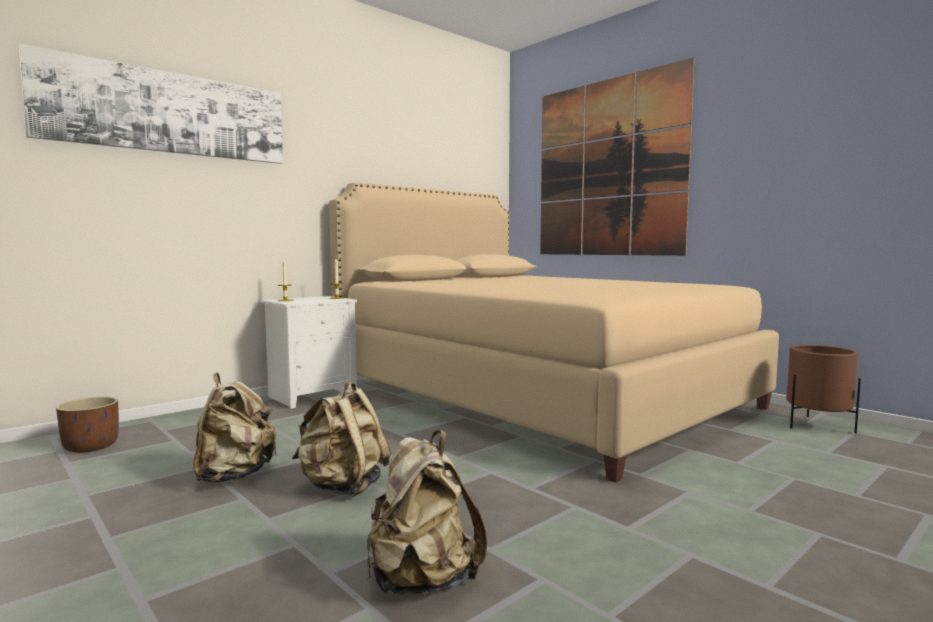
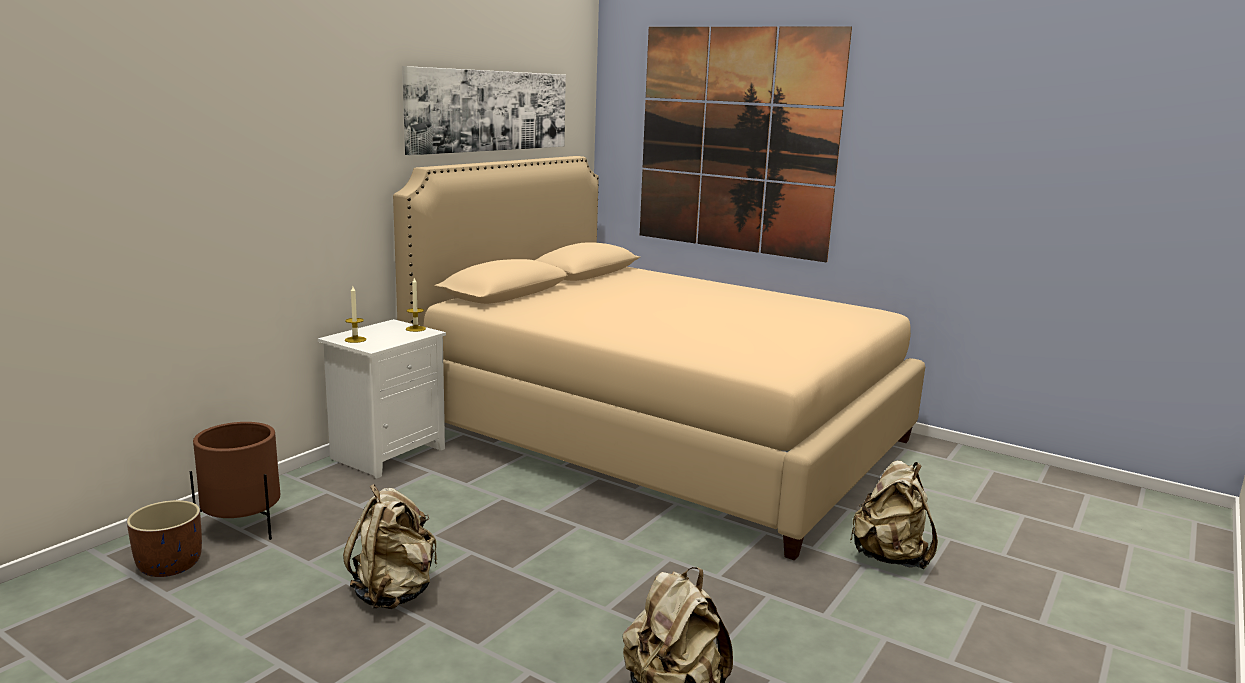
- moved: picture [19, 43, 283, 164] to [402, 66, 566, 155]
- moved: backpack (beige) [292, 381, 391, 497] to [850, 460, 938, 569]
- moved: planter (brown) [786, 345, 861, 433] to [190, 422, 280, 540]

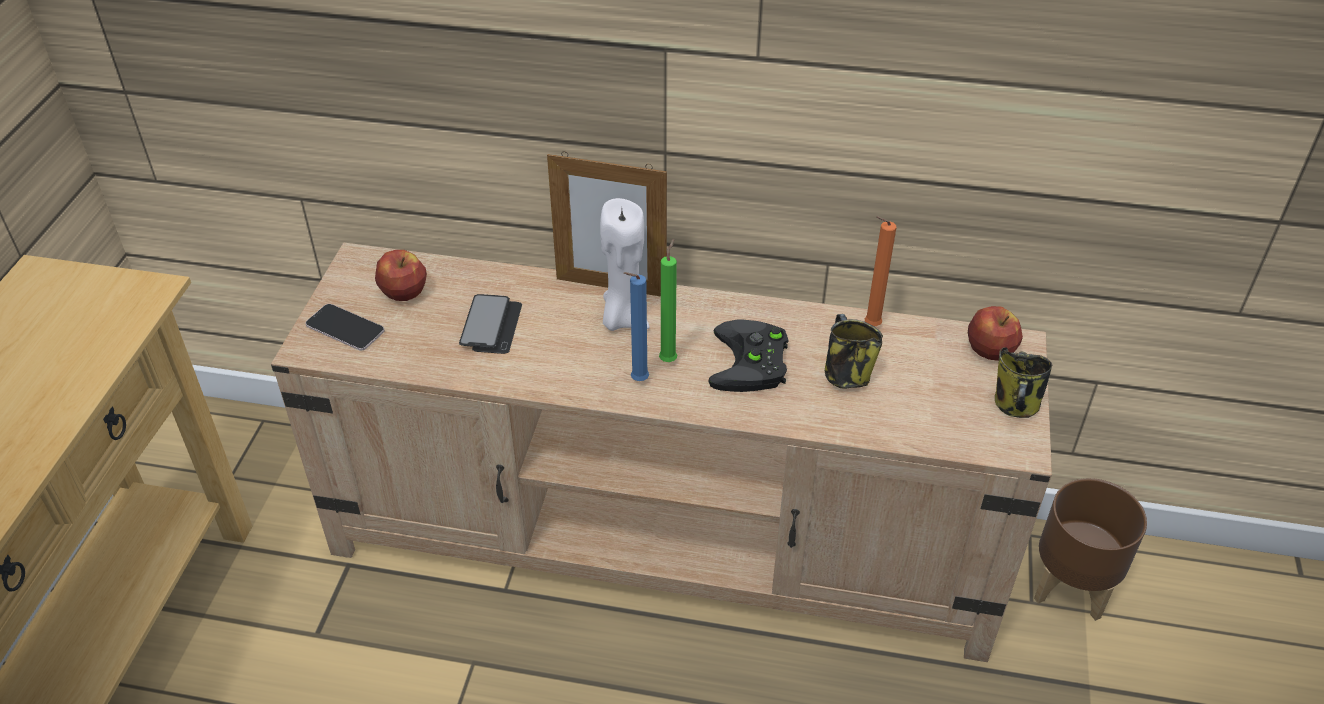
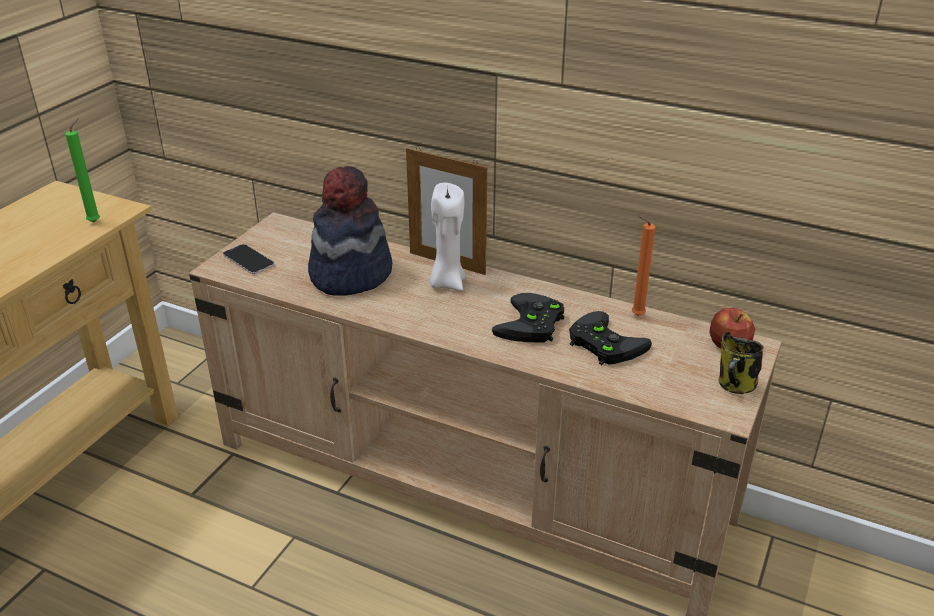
- removed: apple [375, 250, 427, 301]
- removed: candle (blue) [623, 272, 649, 381]
- removed: planter (brown) [1034, 478, 1147, 621]
- moved: candle (green) [659, 239, 677, 362] to [65, 118, 100, 223]
- replaced: phone [459, 294, 522, 354] to hat [308, 166, 392, 296]
- replaced: mug [825, 314, 883, 389] to game controller (black) [569, 311, 652, 365]

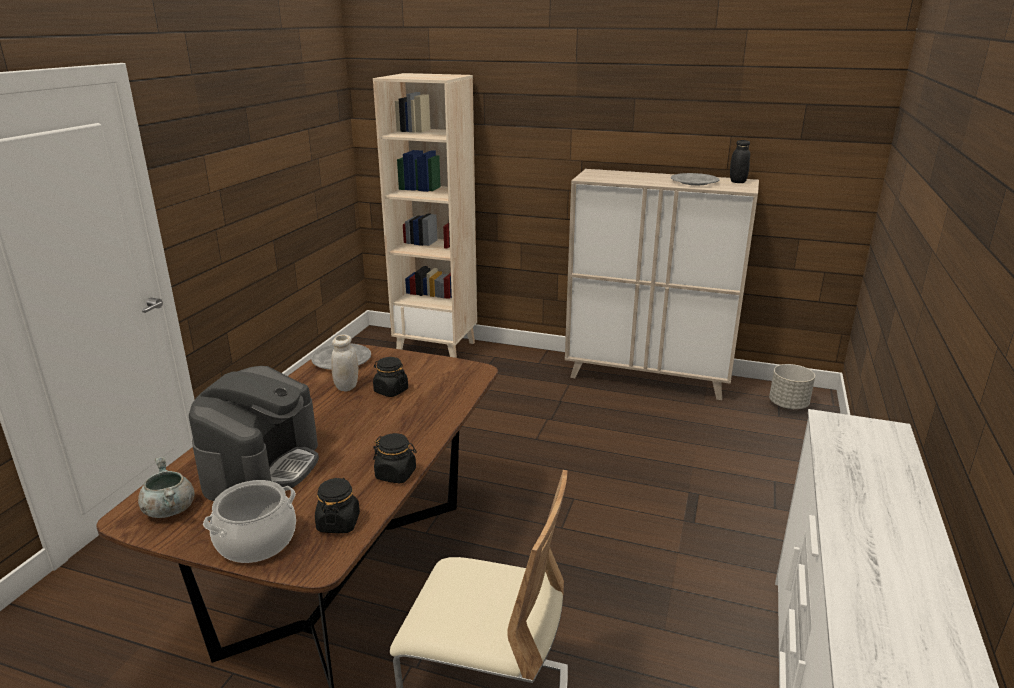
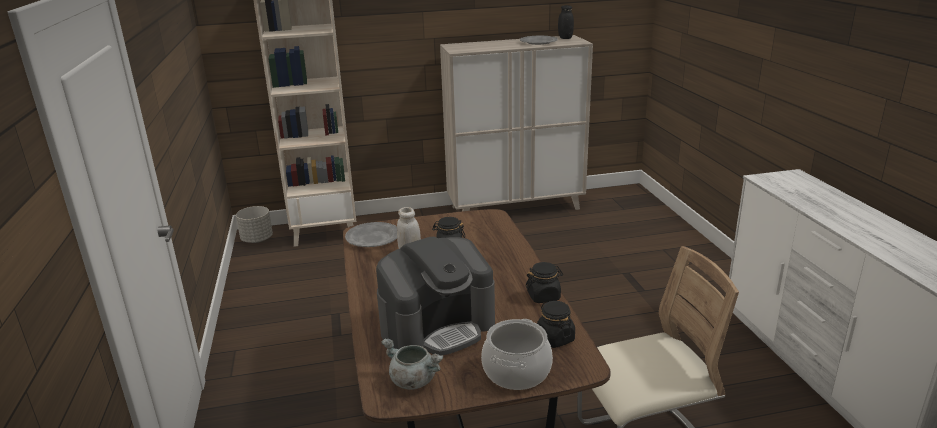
- moved: planter (grey) [769, 364, 815, 409] to [236, 206, 273, 243]
- turned: coffee machine [189, 366, 319, 501] = [376, 237, 495, 356] 75 degrees clockwise

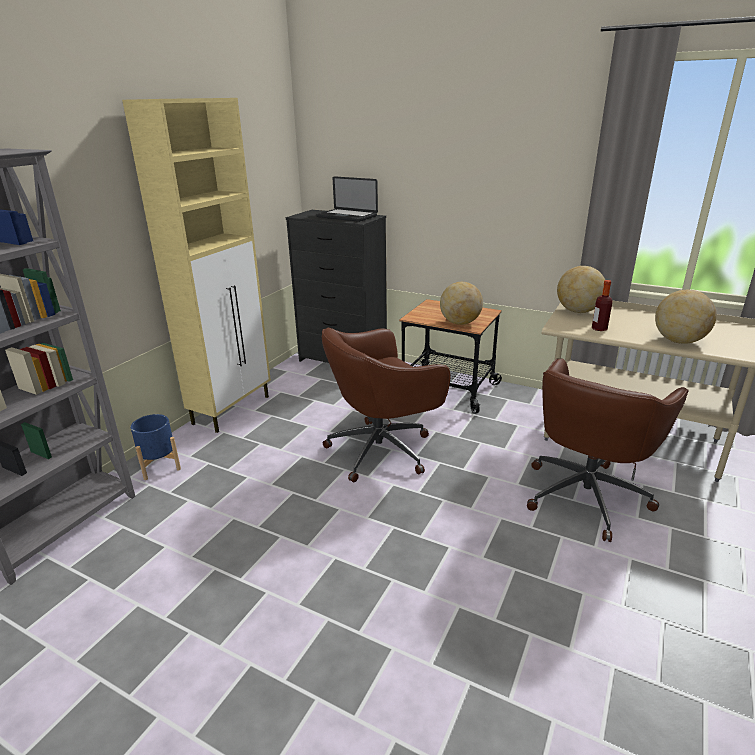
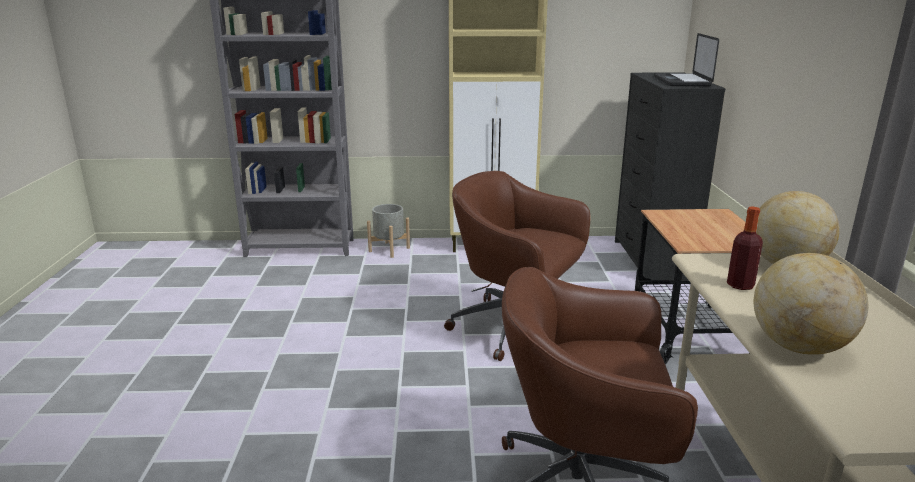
- removed: globe [440, 282, 483, 325]
- recoloured: planter (blue) [131, 414, 181, 480] to planter (grey) [367, 204, 410, 258]

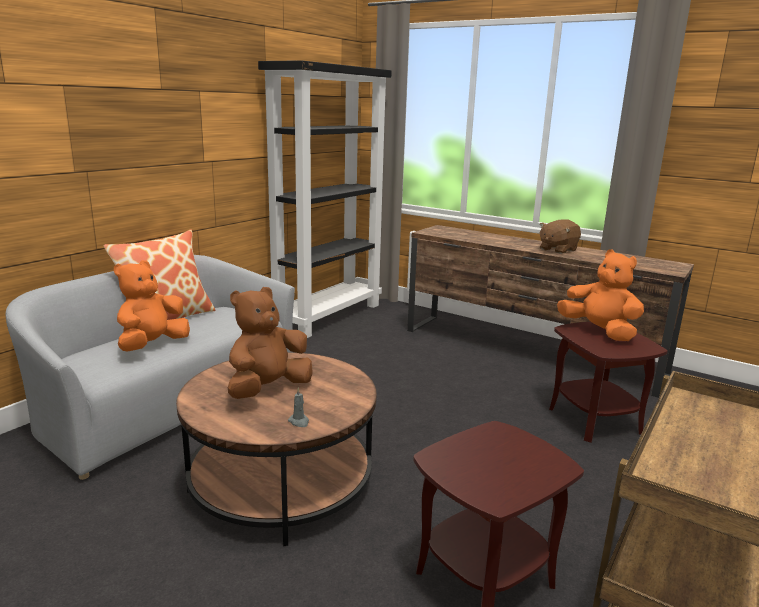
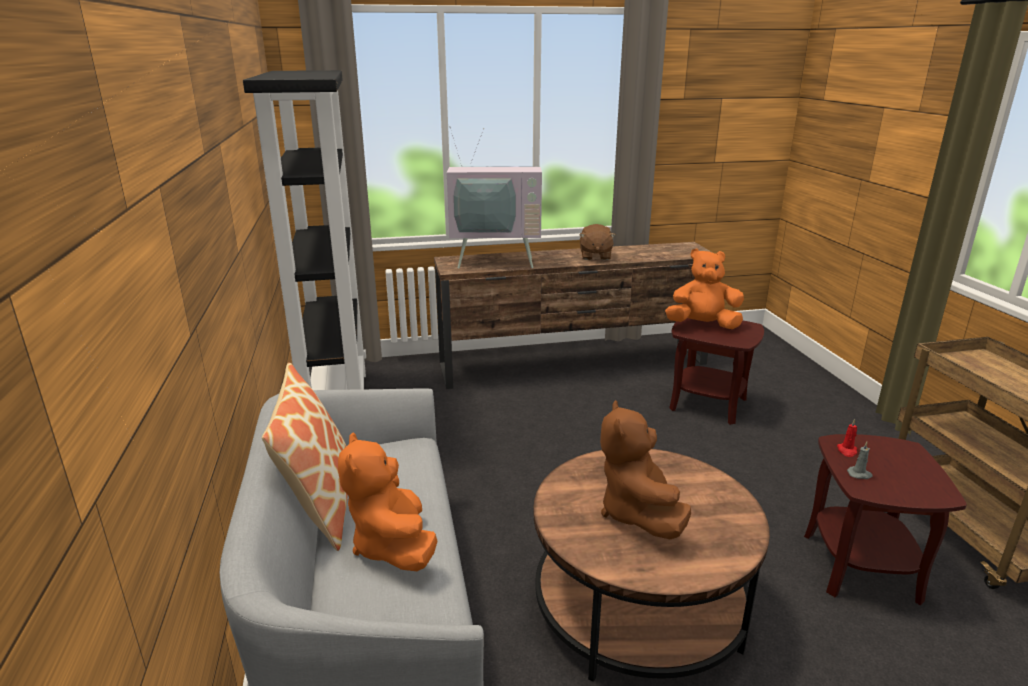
- added: television [447, 126, 542, 269]
- added: candle (red) [837, 419, 857, 457]
- moved: candle (grey) [288, 387, 309, 427] to [847, 442, 873, 479]

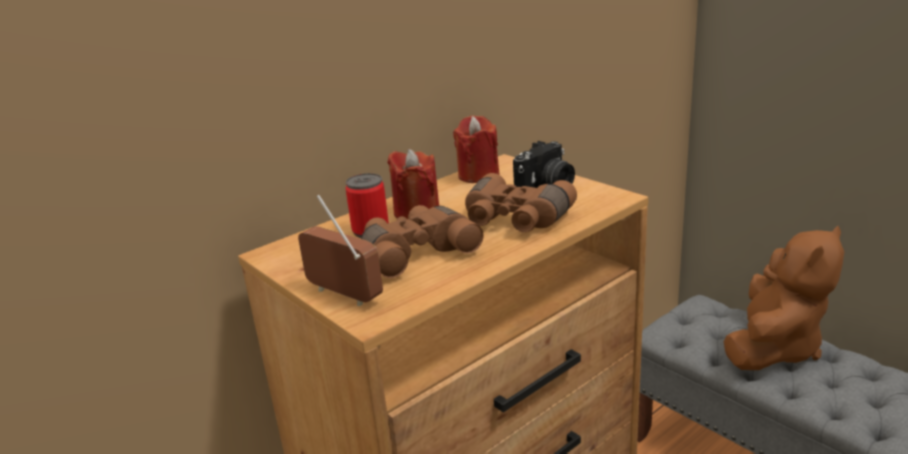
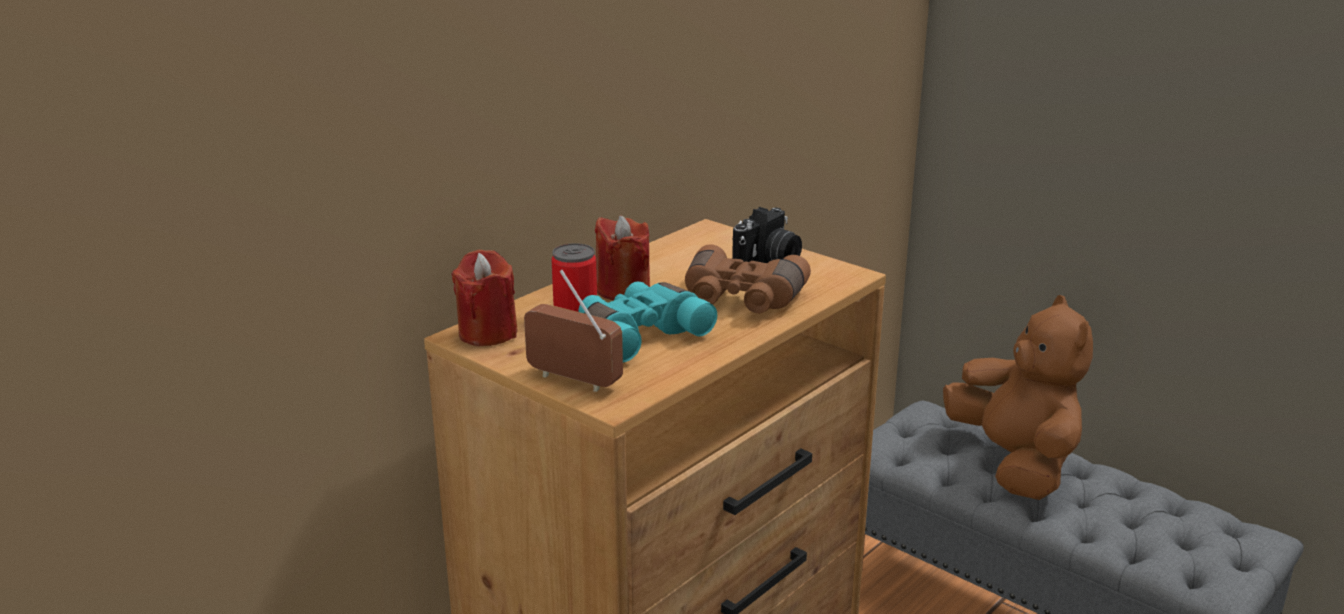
- moved: candle (red) [453, 116, 499, 183] to [452, 250, 518, 346]
- recoloured: binoculars (brown) [361, 205, 484, 278] to binoculars (turquoise) [579, 281, 717, 362]
- turned: plush toy (brown) [724, 226, 844, 370] = [943, 295, 1093, 500] 45 degrees counterclockwise

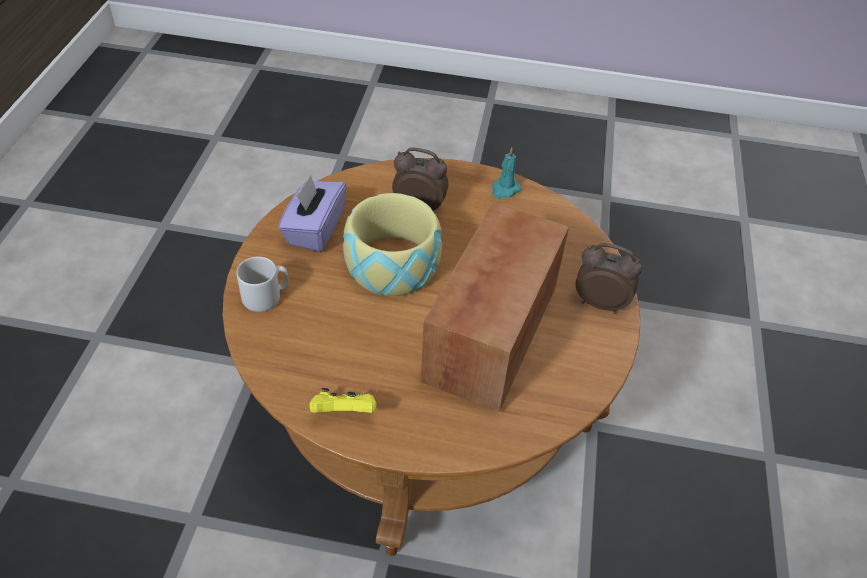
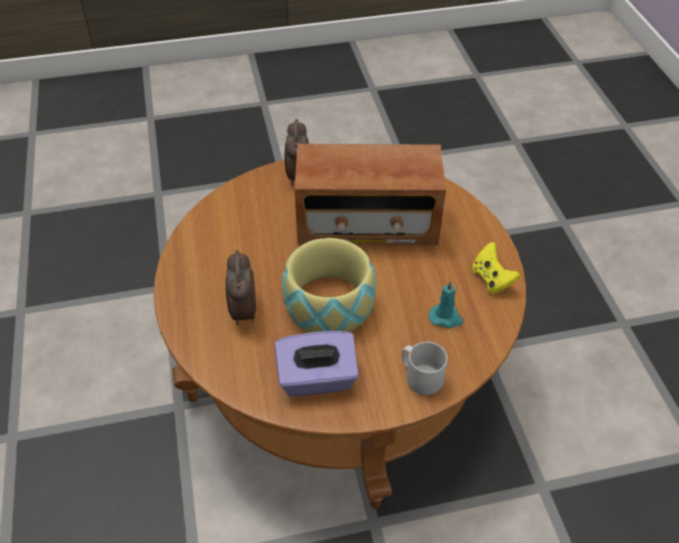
- moved: candle (turquoise) [492, 147, 521, 199] to [429, 280, 463, 328]

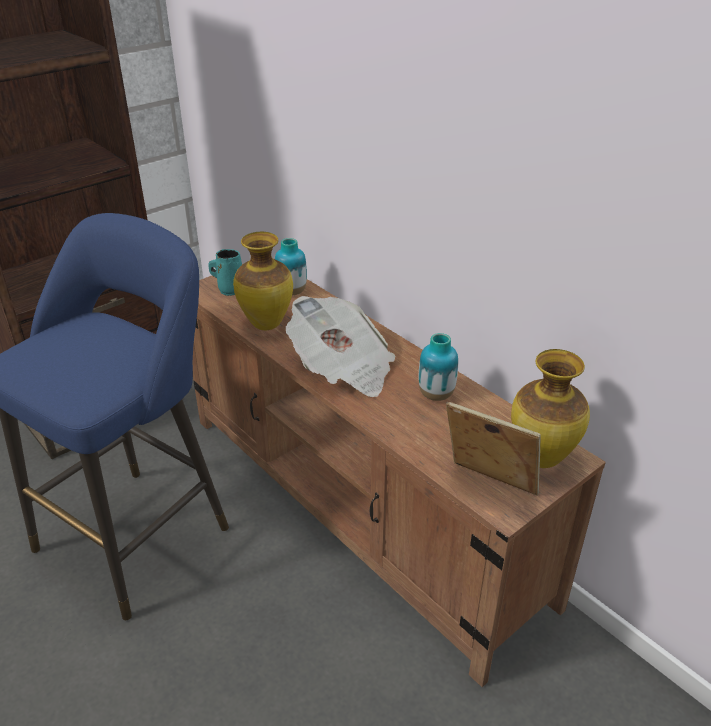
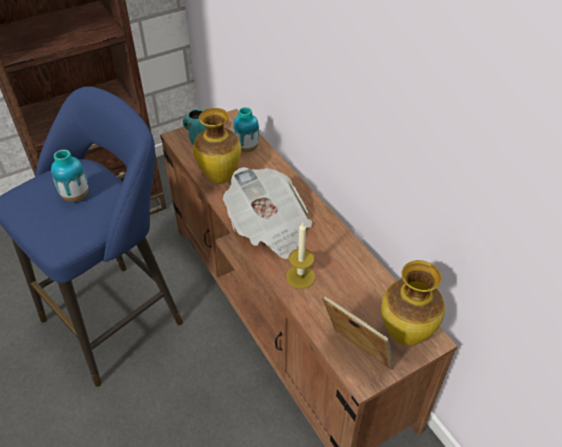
- added: candle [286, 223, 315, 289]
- moved: vase [419, 333, 458, 401] to [51, 149, 89, 202]

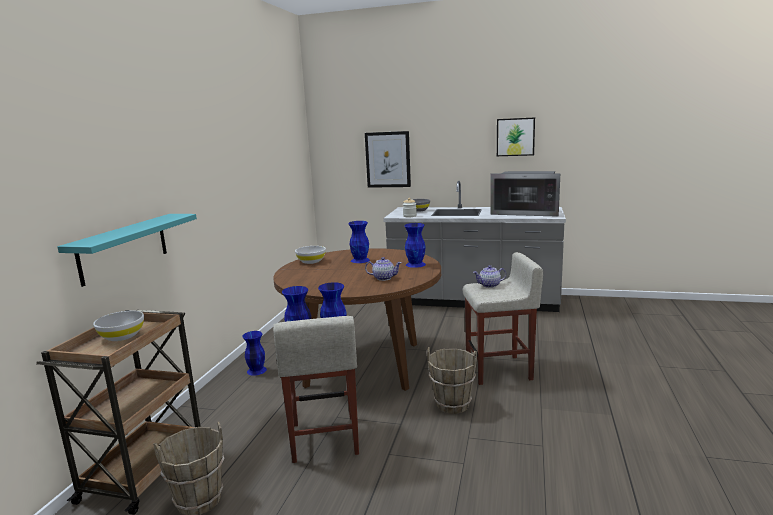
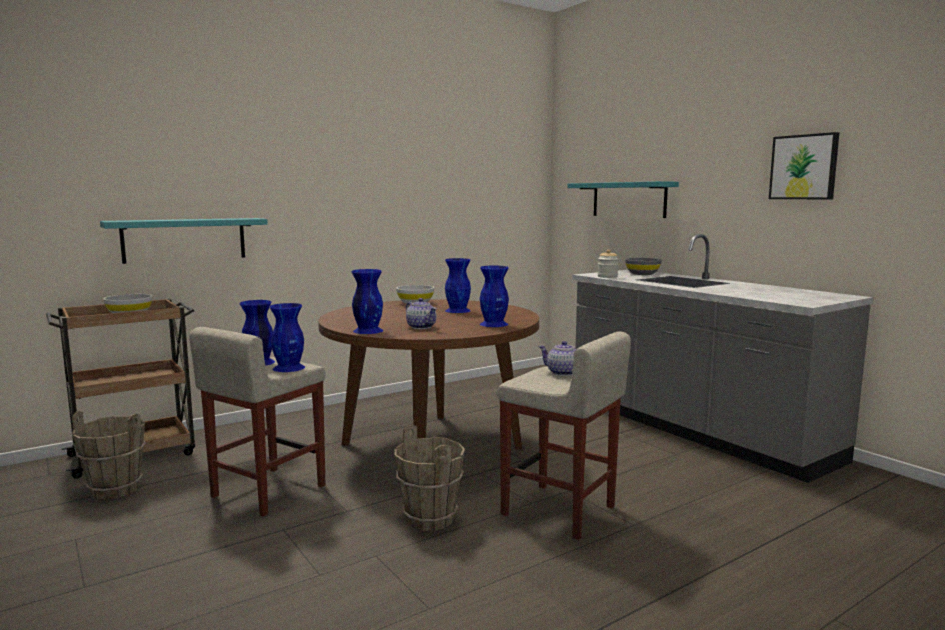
- removed: microwave [490, 171, 560, 217]
- moved: vase (blue) [242, 331, 267, 375] to [352, 269, 383, 334]
- replaced: picture [365, 131, 411, 188] to shelf (turquoise) [568, 181, 679, 218]

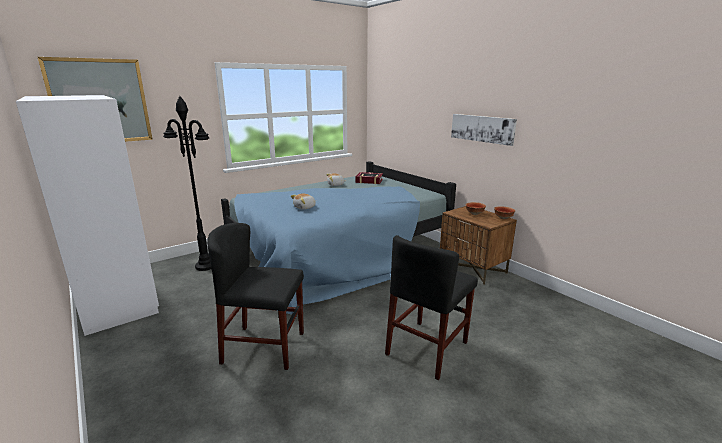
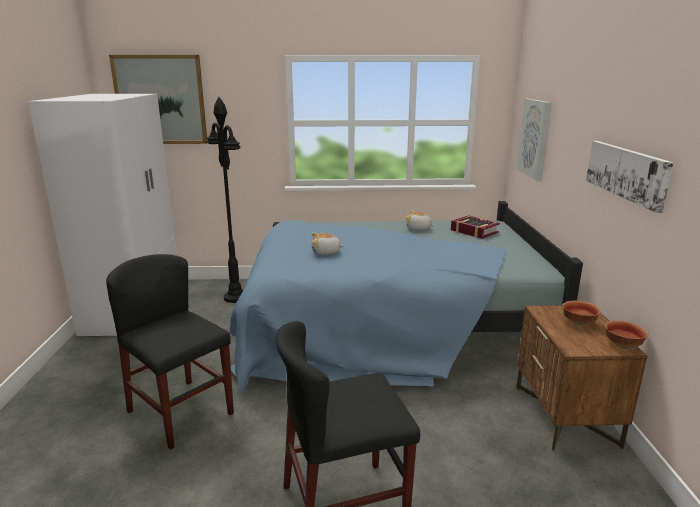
- added: picture [516, 99, 552, 181]

